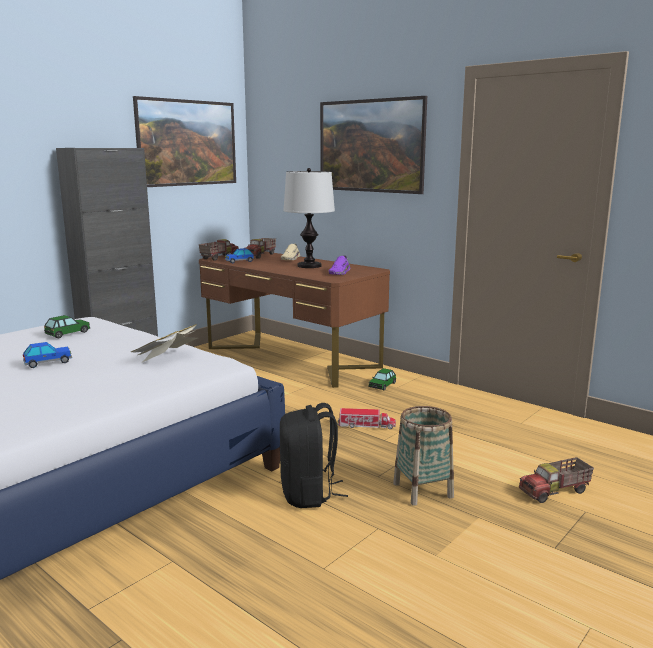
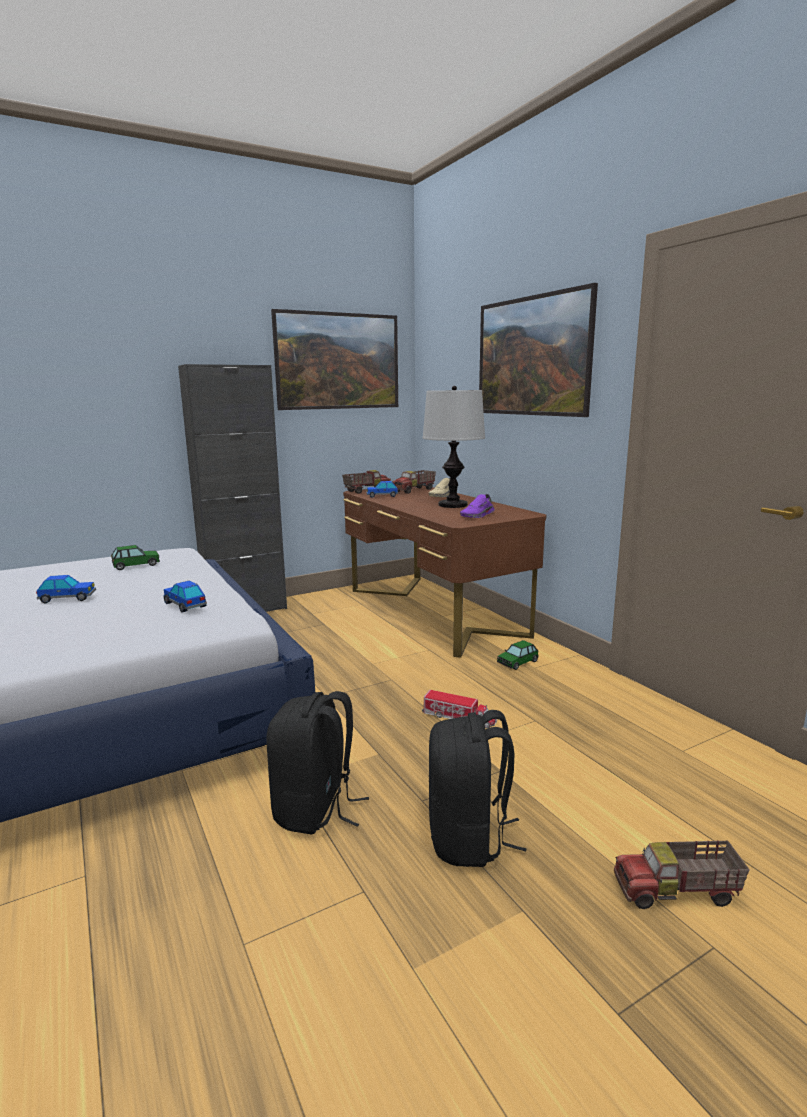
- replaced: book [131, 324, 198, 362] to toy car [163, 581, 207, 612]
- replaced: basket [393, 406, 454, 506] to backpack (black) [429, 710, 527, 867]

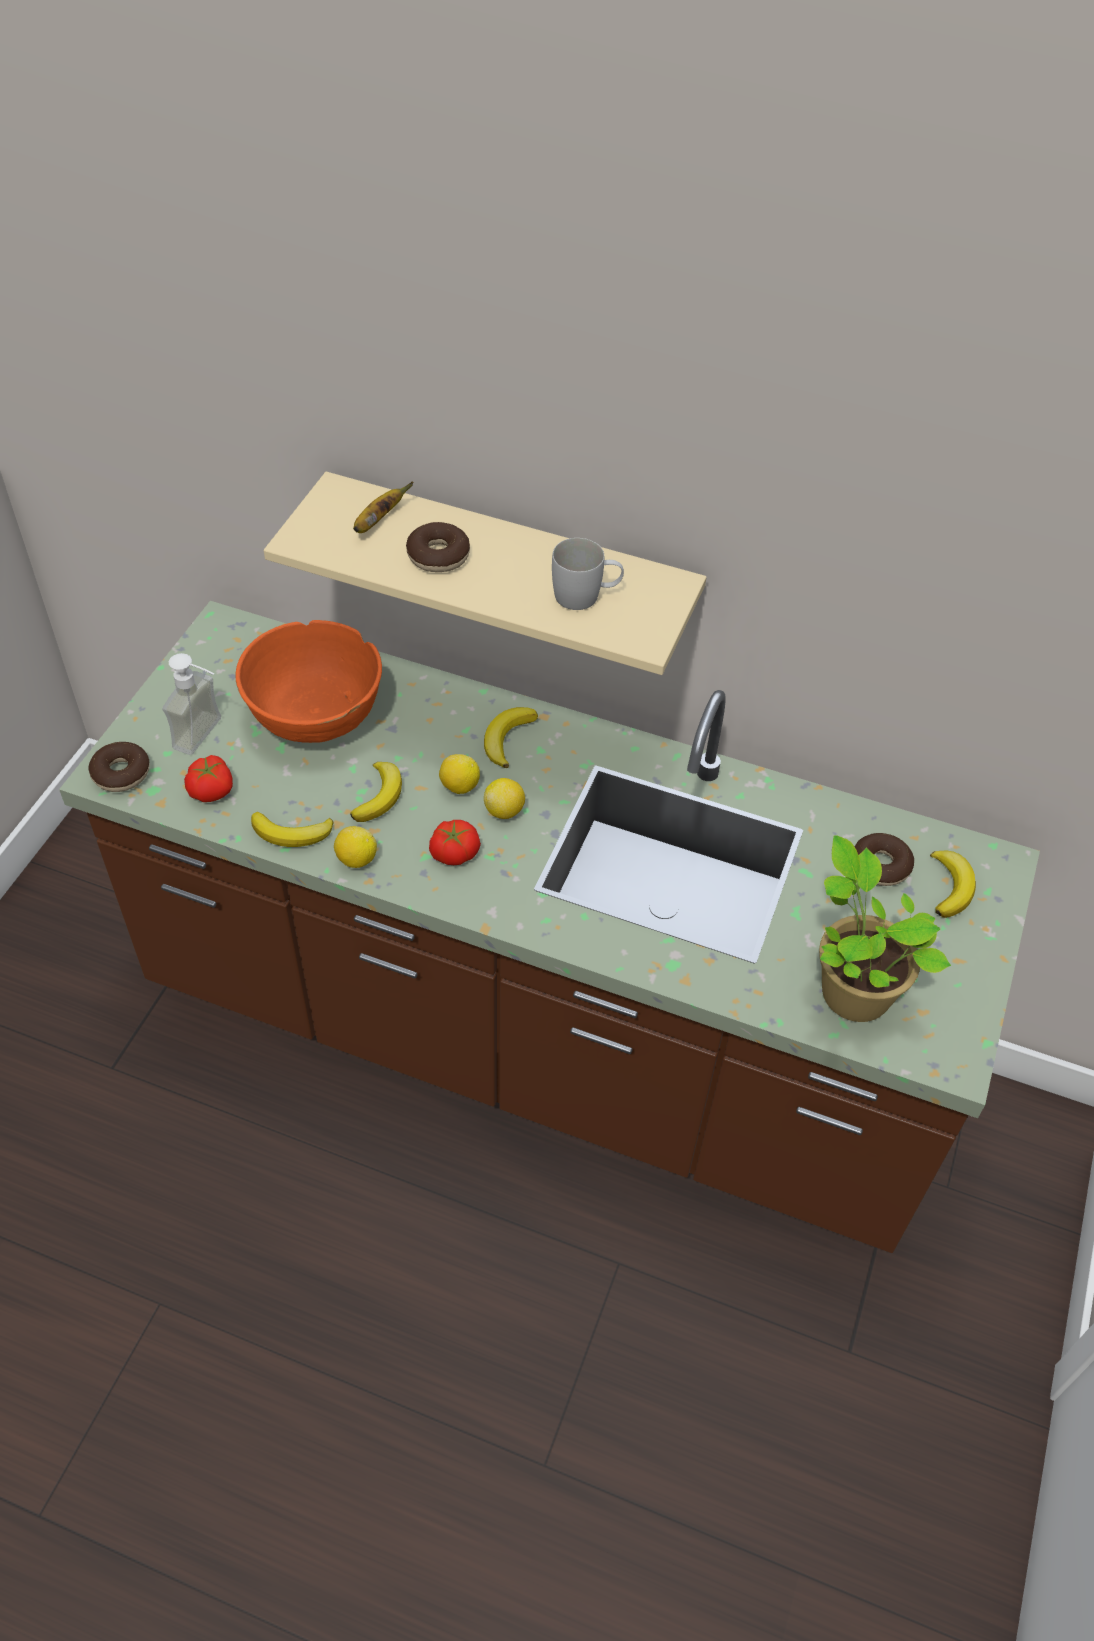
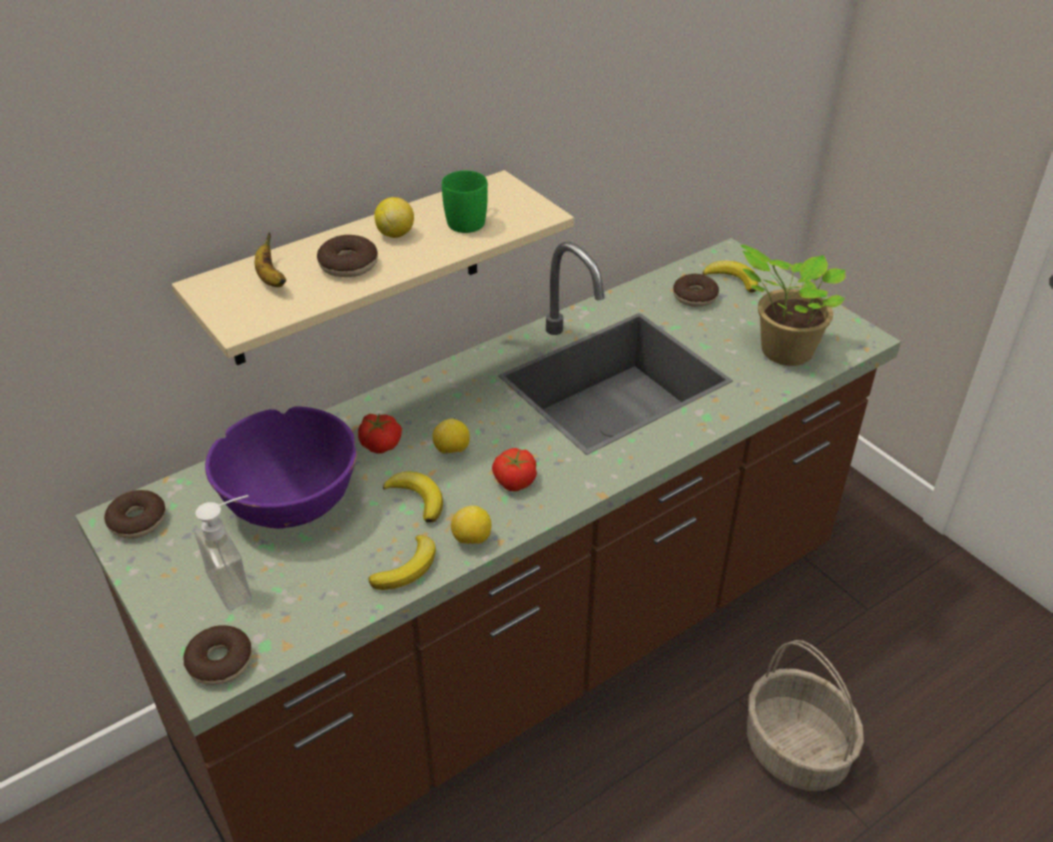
- removed: banana [484, 707, 538, 768]
- added: donut [104, 490, 166, 539]
- added: basket [747, 640, 864, 791]
- moved: tomato [184, 755, 233, 802] to [358, 413, 402, 454]
- moved: lemon [484, 778, 525, 819] to [374, 197, 414, 238]
- recoloured: bowl (orange) [235, 620, 382, 743] to bowl (purple) [205, 407, 357, 529]
- recoloured: mug (white) [552, 538, 624, 610] to mug (green) [442, 170, 488, 233]

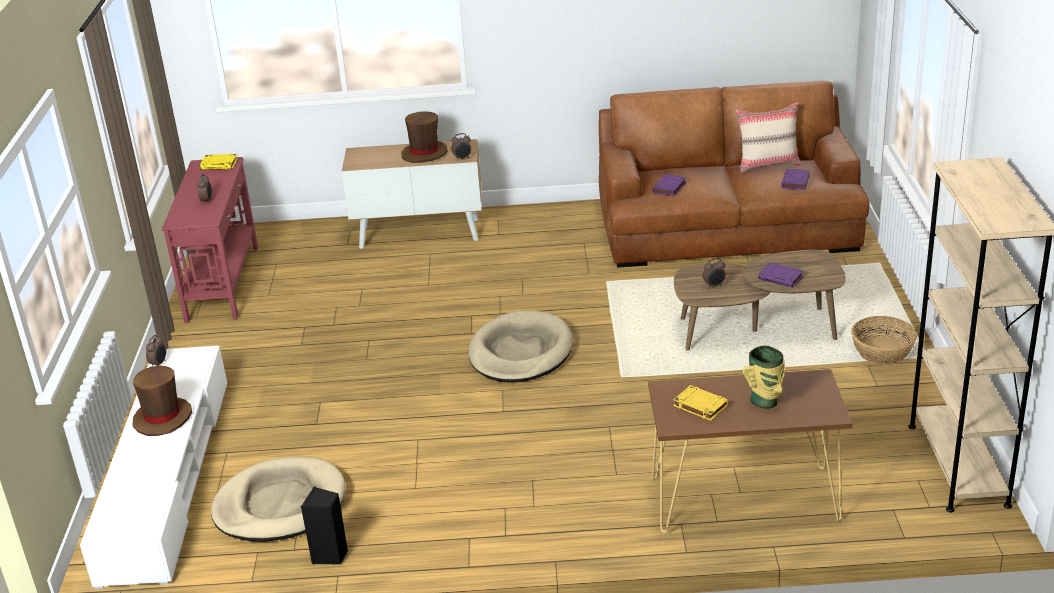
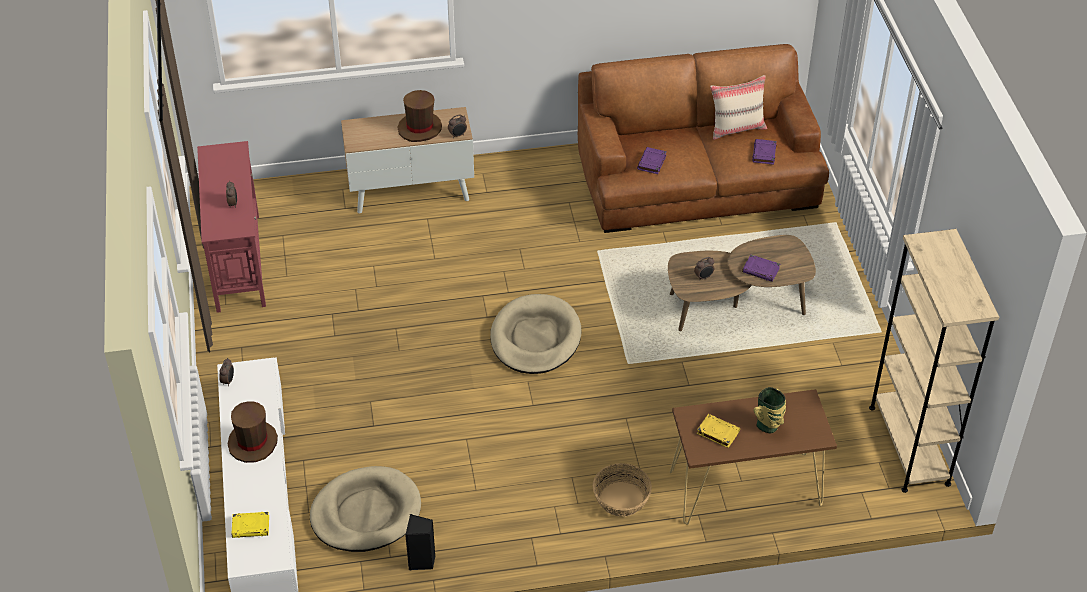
- moved: book (yellow) [200, 154, 238, 170] to [232, 512, 269, 538]
- moved: basket [851, 316, 917, 365] to [593, 463, 652, 517]

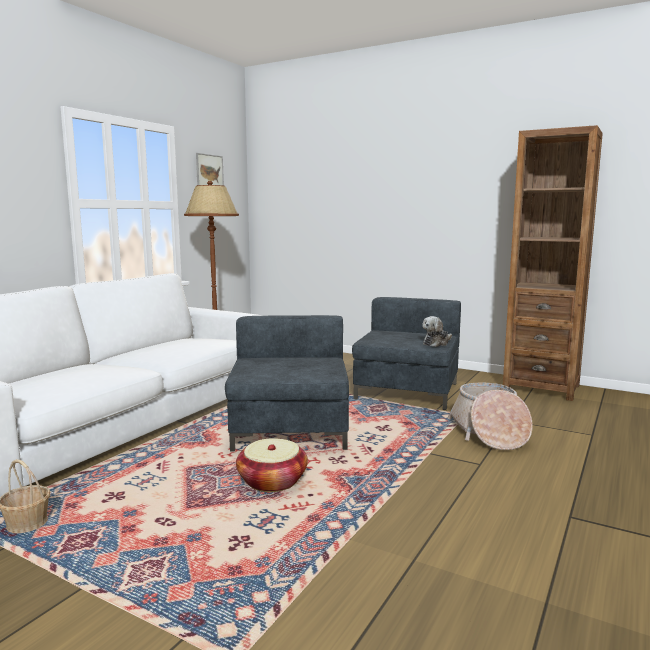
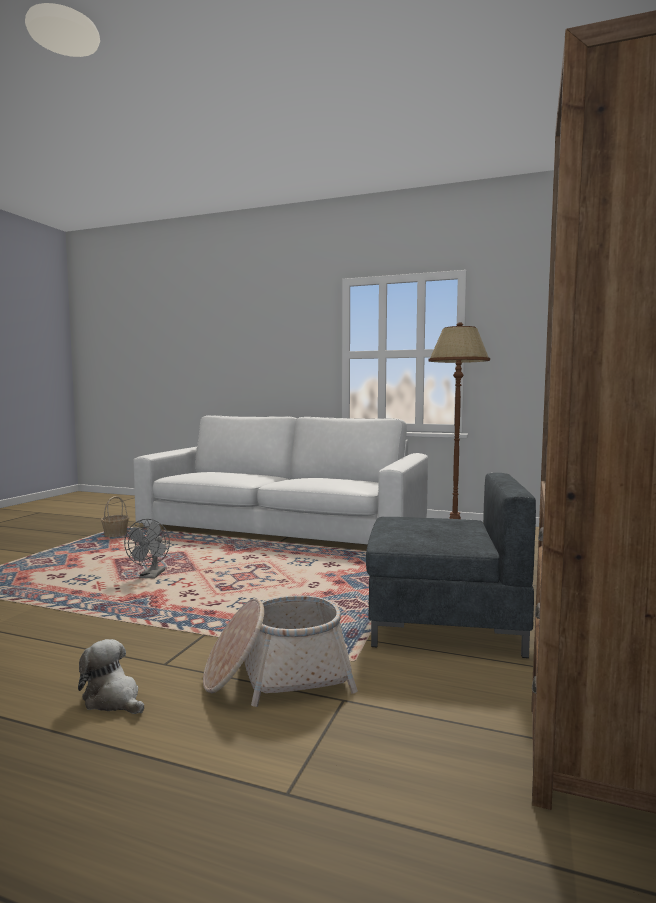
- removed: picture [196, 153, 224, 186]
- removed: armchair (grey) [225, 315, 349, 452]
- moved: plush toy [422, 316, 452, 347] to [78, 639, 144, 714]
- replaced: basket [236, 438, 308, 492] to fan (grey) [124, 519, 170, 578]

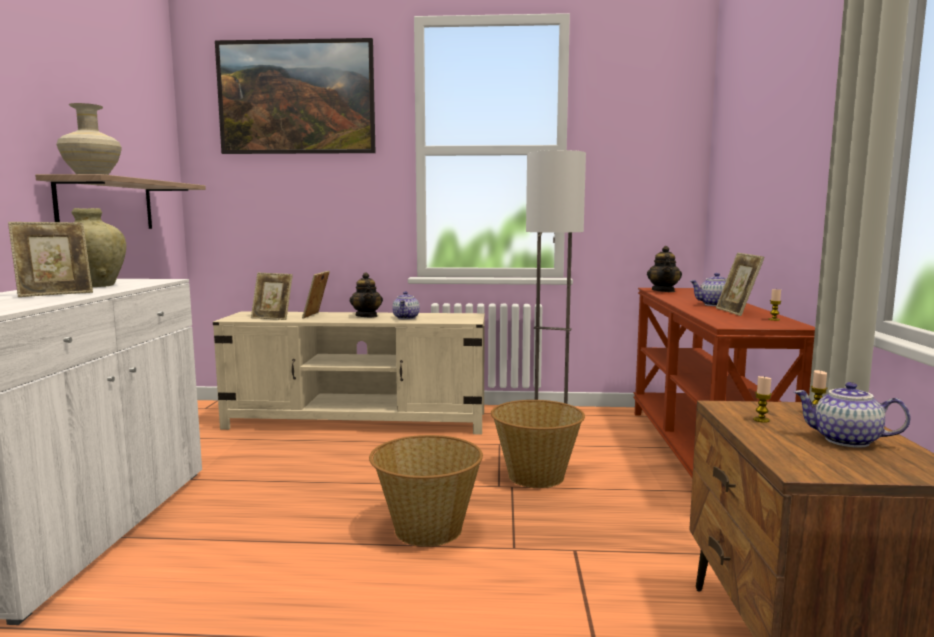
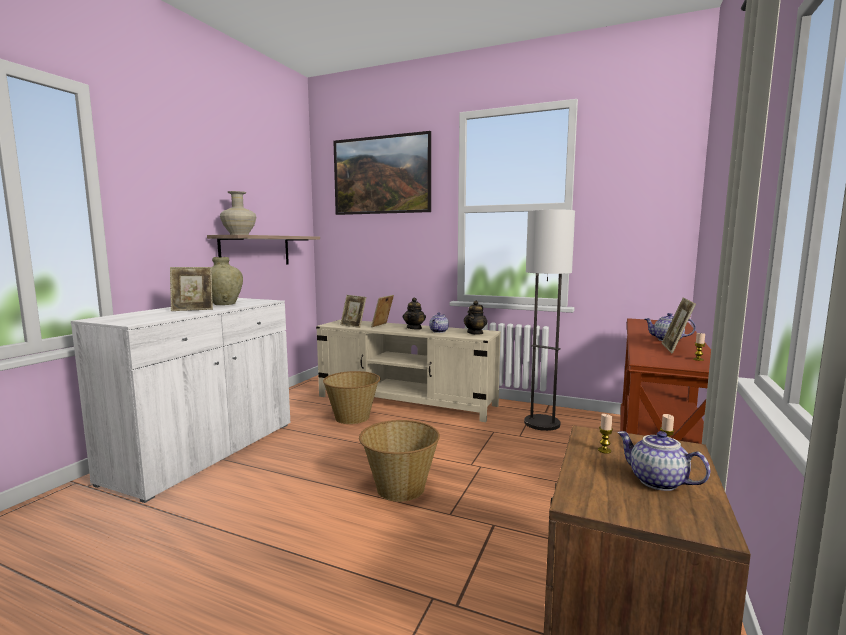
- moved: basket [491, 400, 585, 488] to [323, 371, 381, 424]
- moved: teapot [647, 246, 682, 292] to [463, 301, 487, 335]

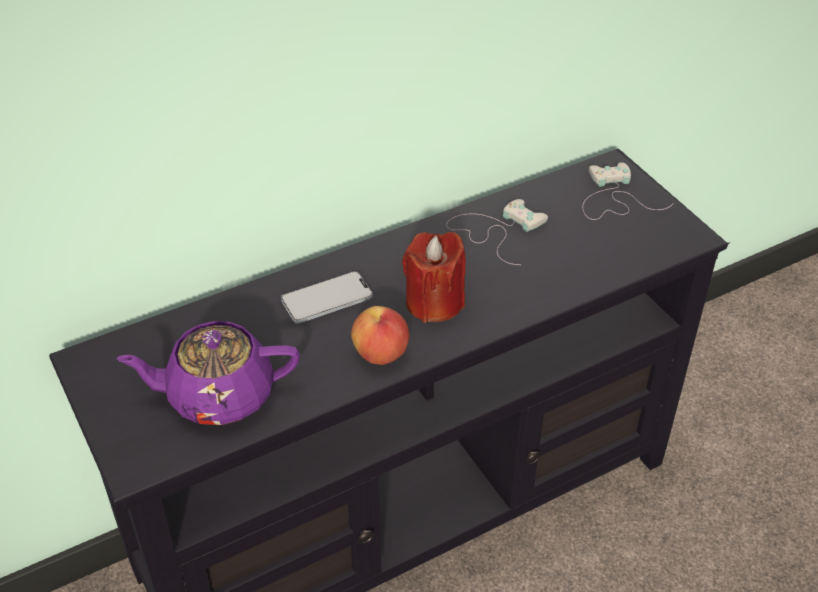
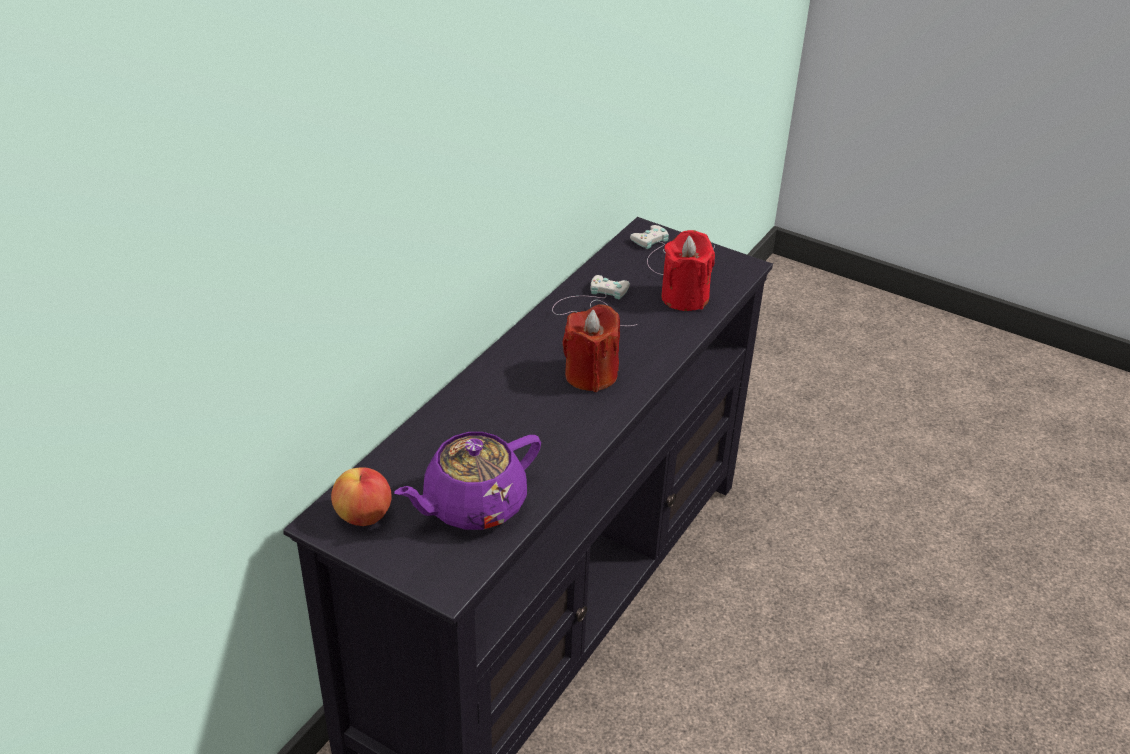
- removed: phone [281, 271, 373, 324]
- added: candle (red) [661, 230, 715, 311]
- moved: apple [351, 306, 409, 365] to [331, 467, 392, 526]

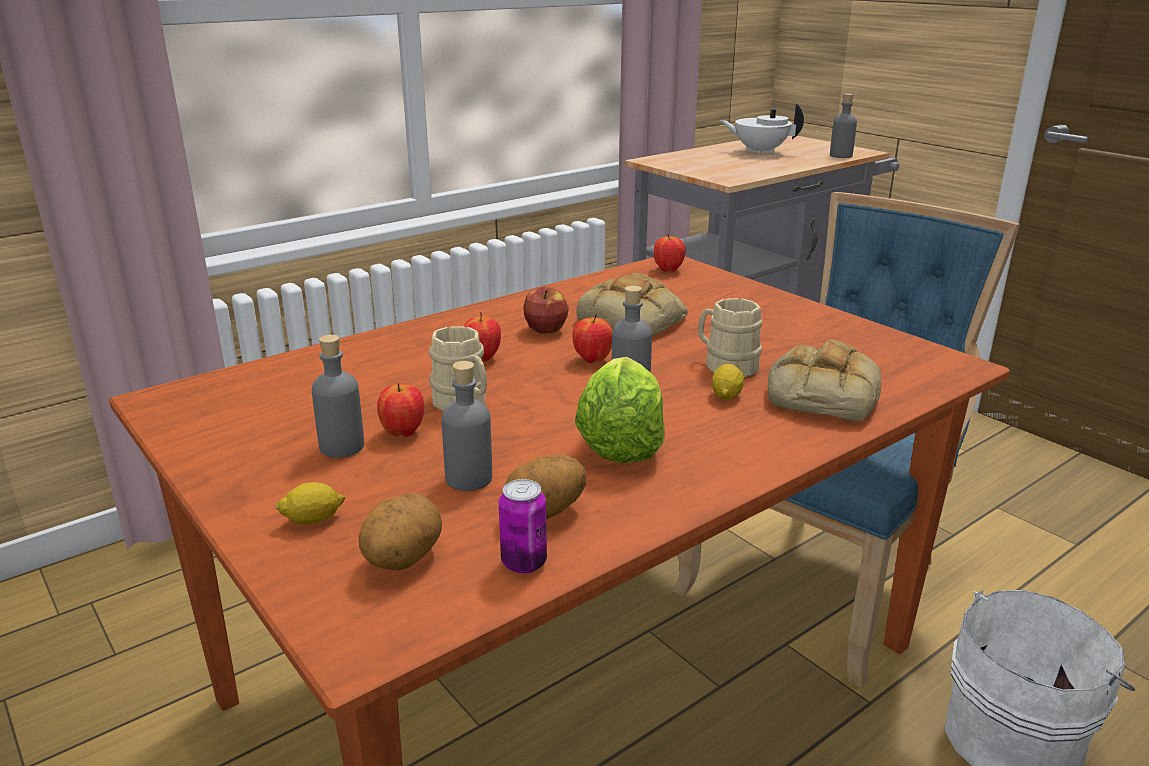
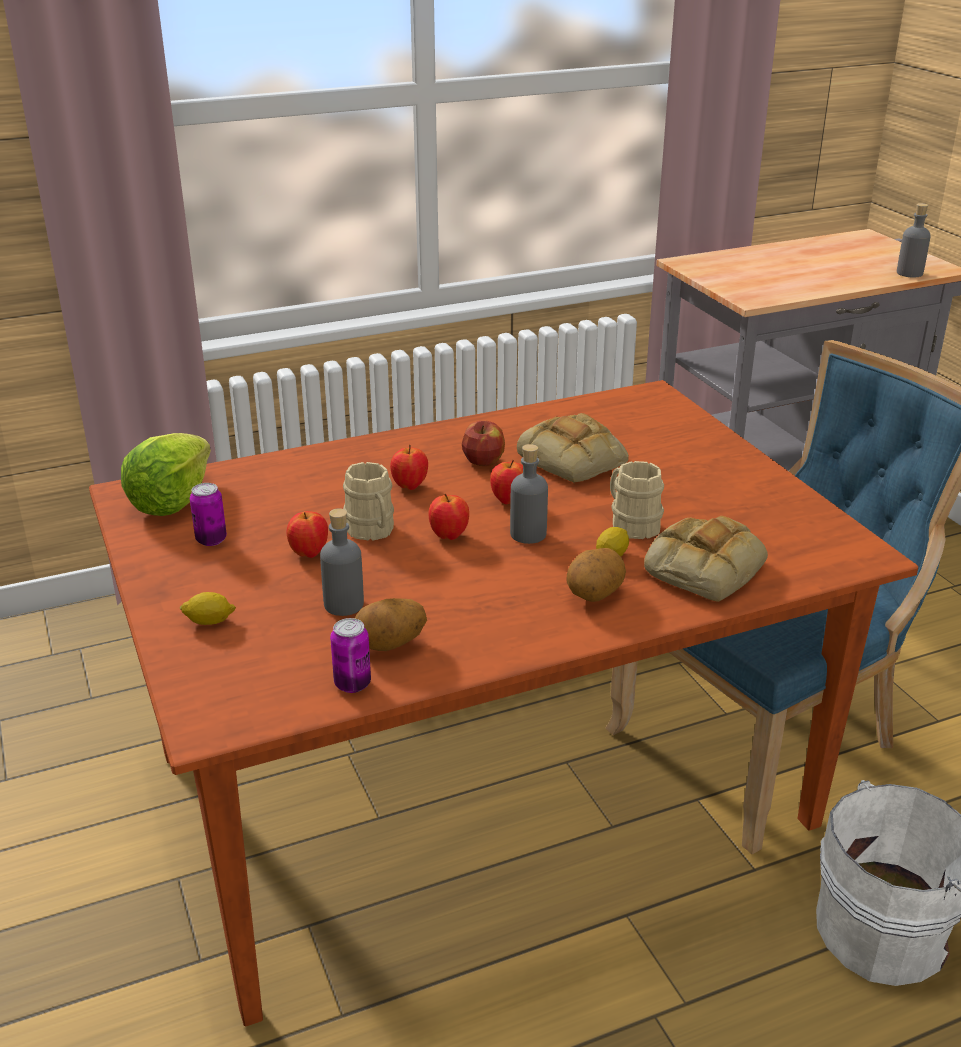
- removed: bottle (grey) [312, 335, 364, 458]
- removed: teapot (white) [720, 103, 804, 155]
- added: can [190, 483, 227, 546]
- moved: potato [358, 493, 442, 571] to [566, 548, 626, 602]
- moved: lettuce [575, 357, 665, 463] to [121, 433, 211, 516]
- moved: apple [653, 233, 686, 272] to [428, 493, 469, 540]

